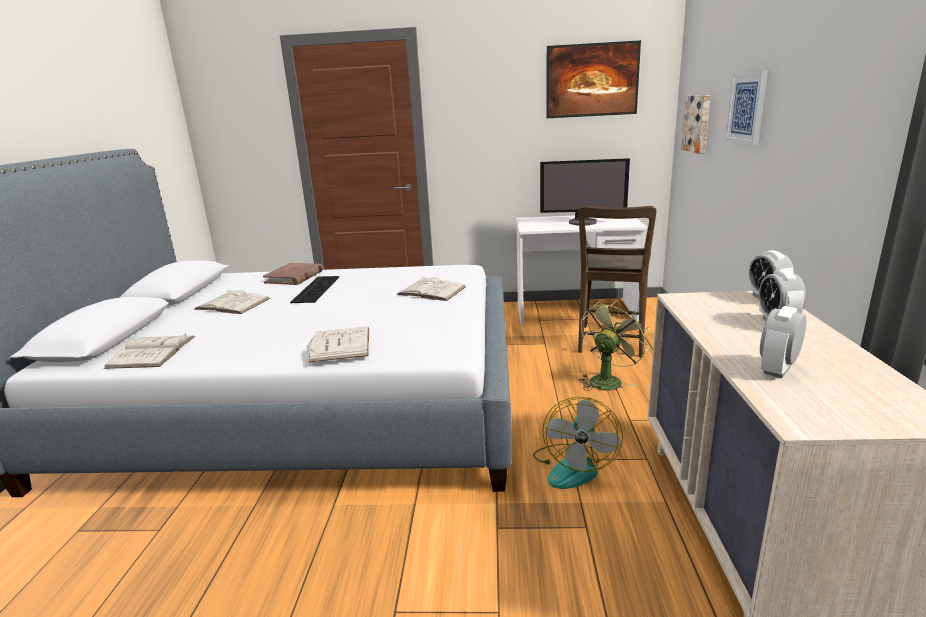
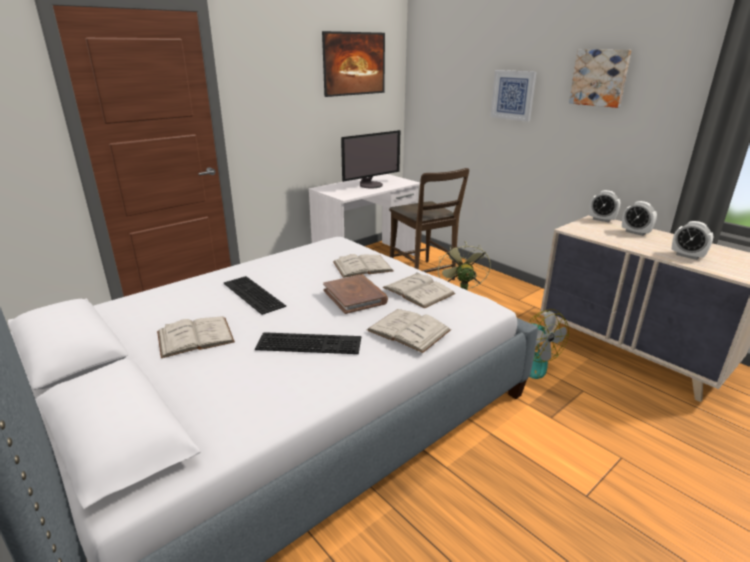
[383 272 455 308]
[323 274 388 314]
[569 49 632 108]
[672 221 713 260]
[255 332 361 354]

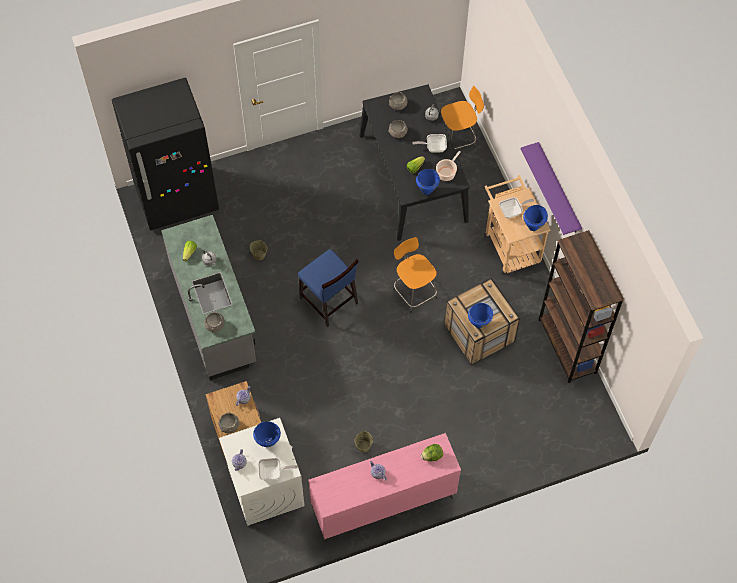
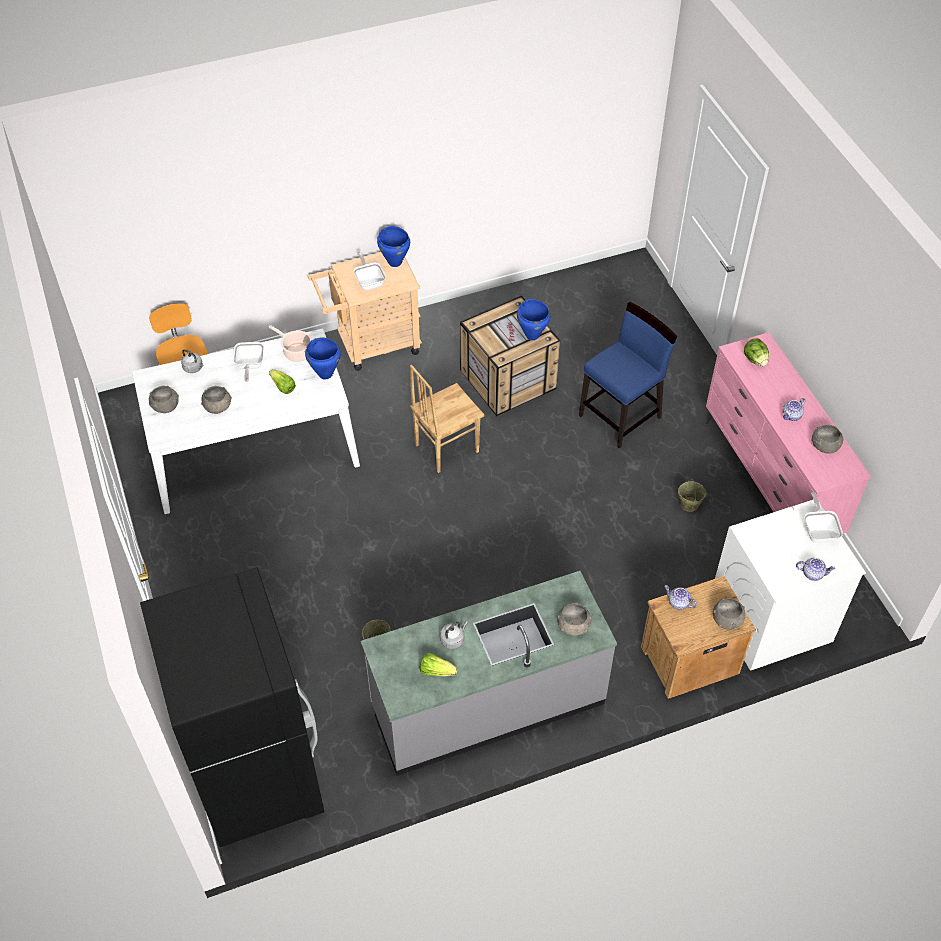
[253 421 281 447] (first image)
[579 302 677 448]
[132 329 360 514]
[410 365 484 473]
[521 142 582 235] (first image)
[539 230 624 383] (first image)
[811 425 844 454]

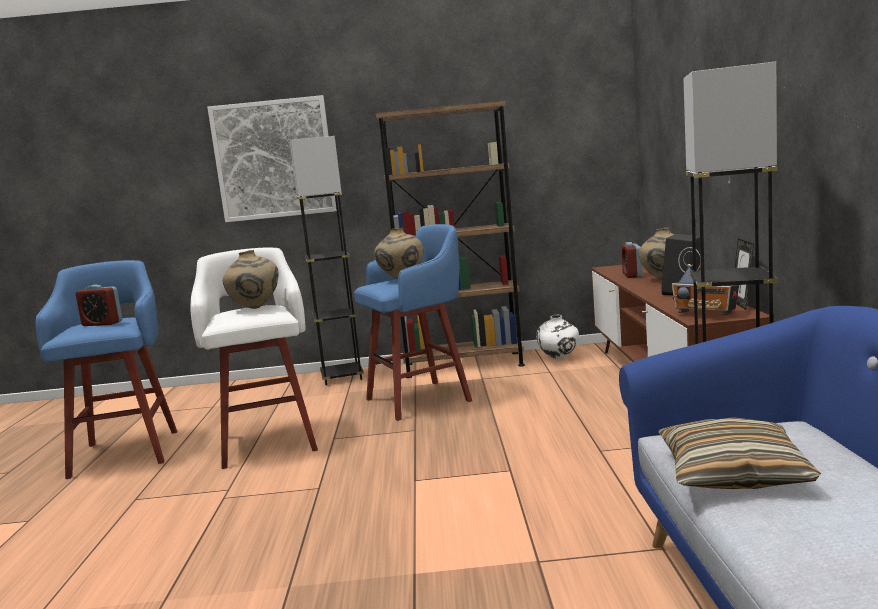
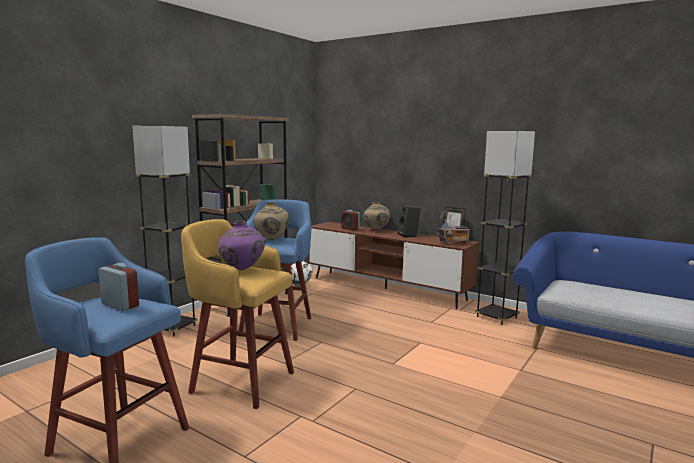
[98 263 139 311]
[181 219 294 409]
[207 95 337 222] (first image)
[218 221 265 270]
[658 417 821 489] (first image)

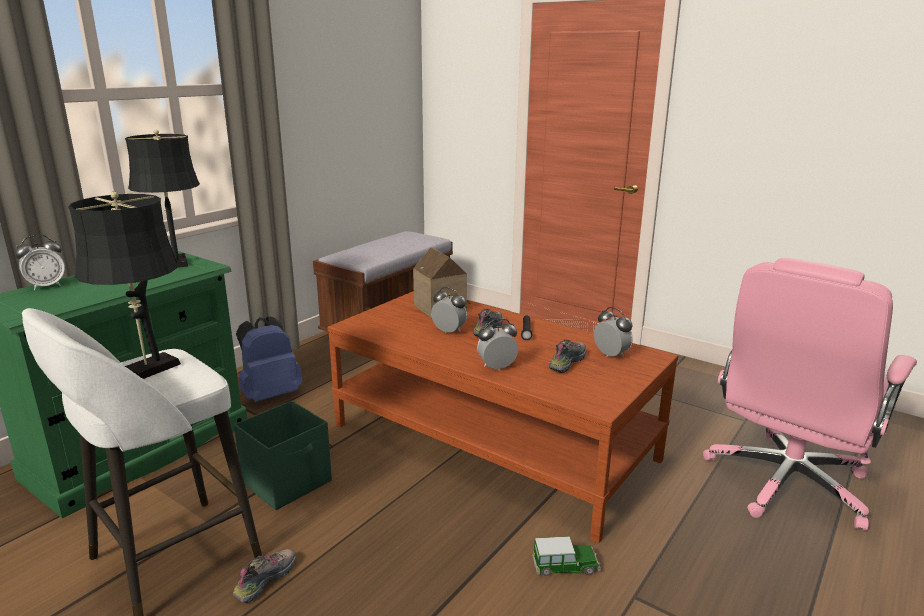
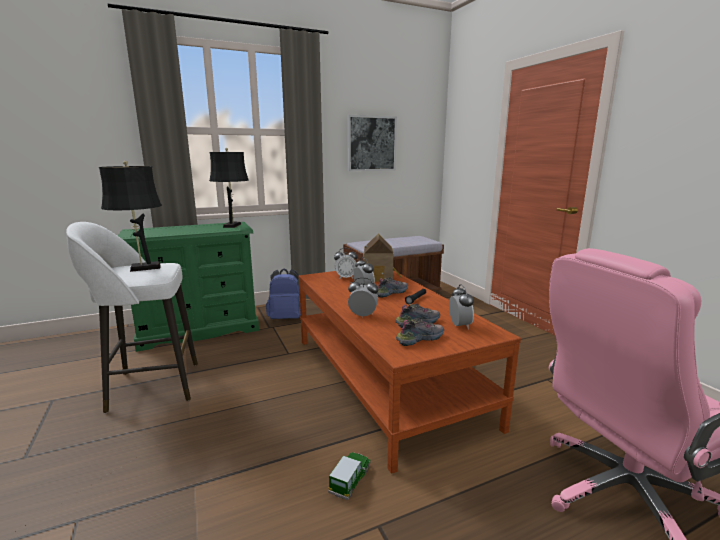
[334 248 357 279]
[396 318 444 346]
[234 401 332 510] (first image)
[328 452 370 500]
[347 115 397 171]

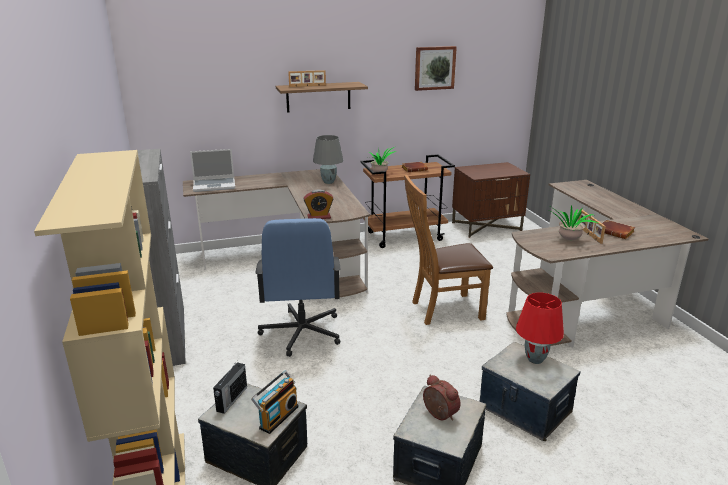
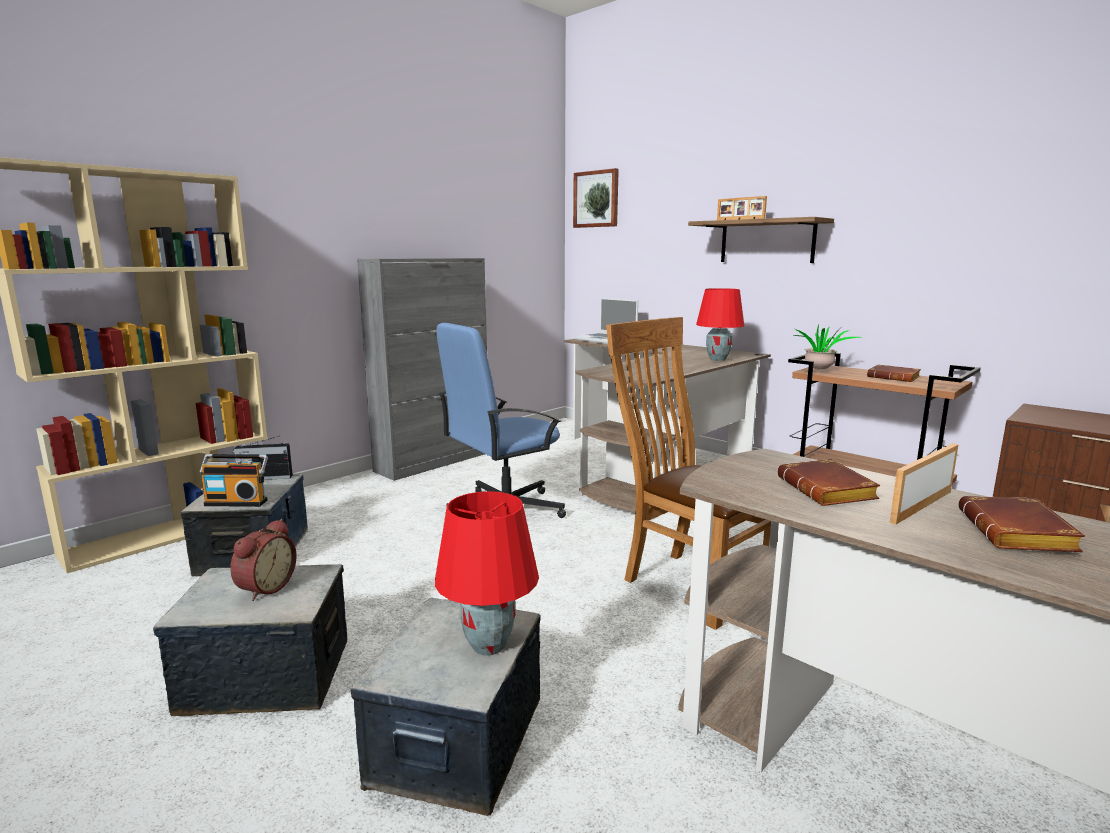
[304 189 333 219] (first image)
[696 288 744 361]
[573 168 619 228]
[778 459 880 506]

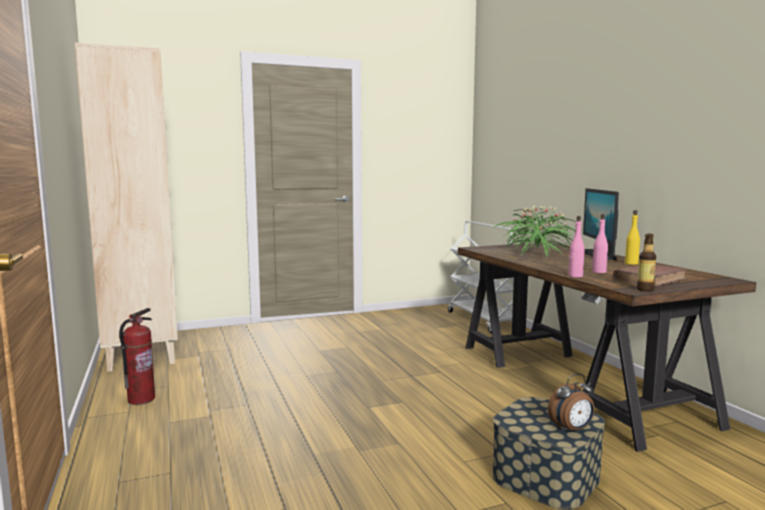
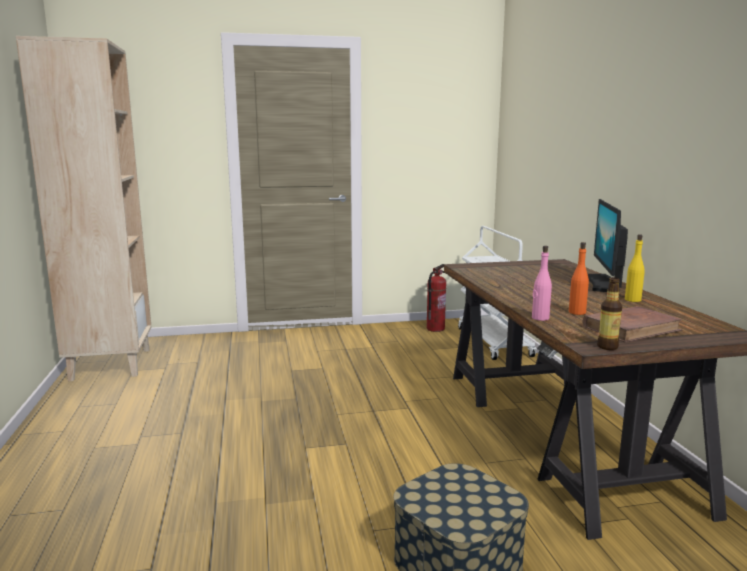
[427 264 446 332]
[494 206 576 257] (first image)
[548 374 595 432] (first image)
[569 242 589 315]

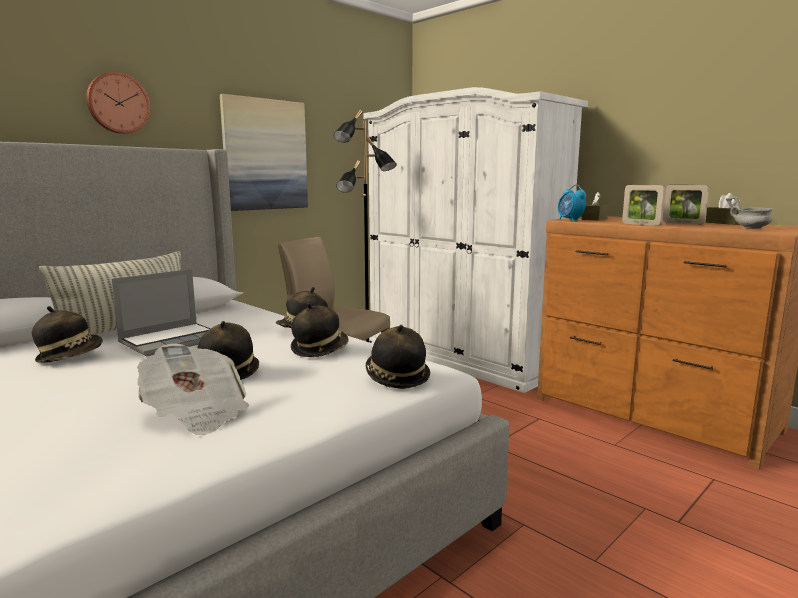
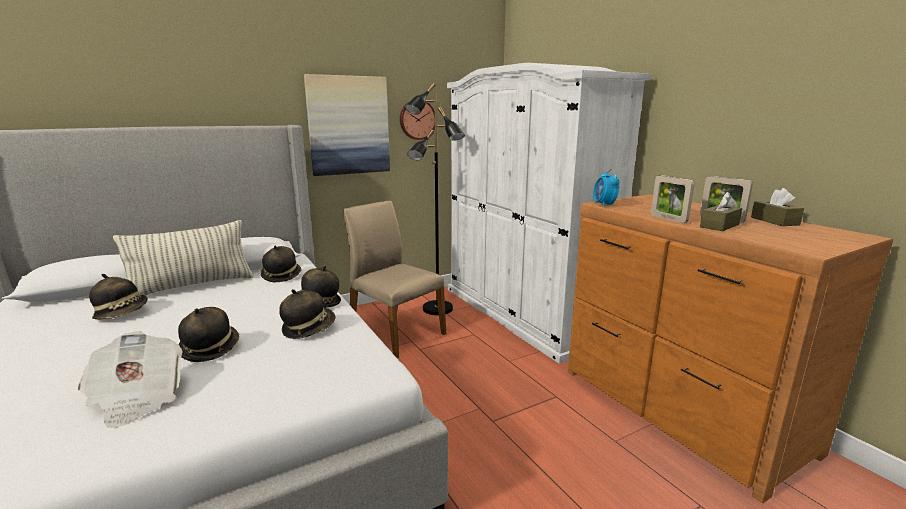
[400 101 435 140]
[111 269 211 356] (first image)
[261 246 301 282]
[700 192 742 231]
[726 196 773 229] (first image)

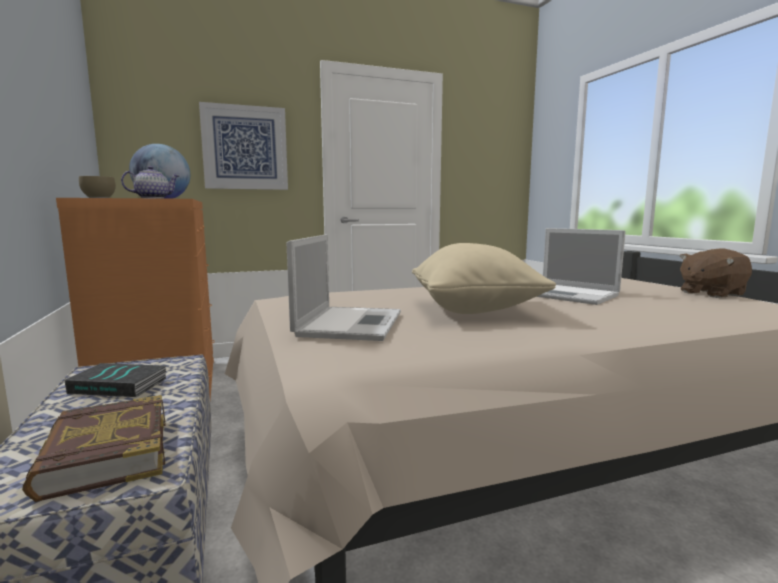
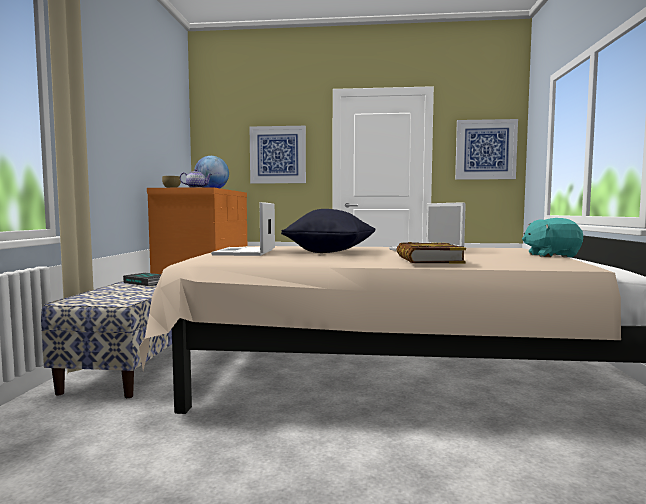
[396 242 466 263]
[211 202 275 256]
[281 209 376 253]
[522 218 583 257]
[455 119 518 180]

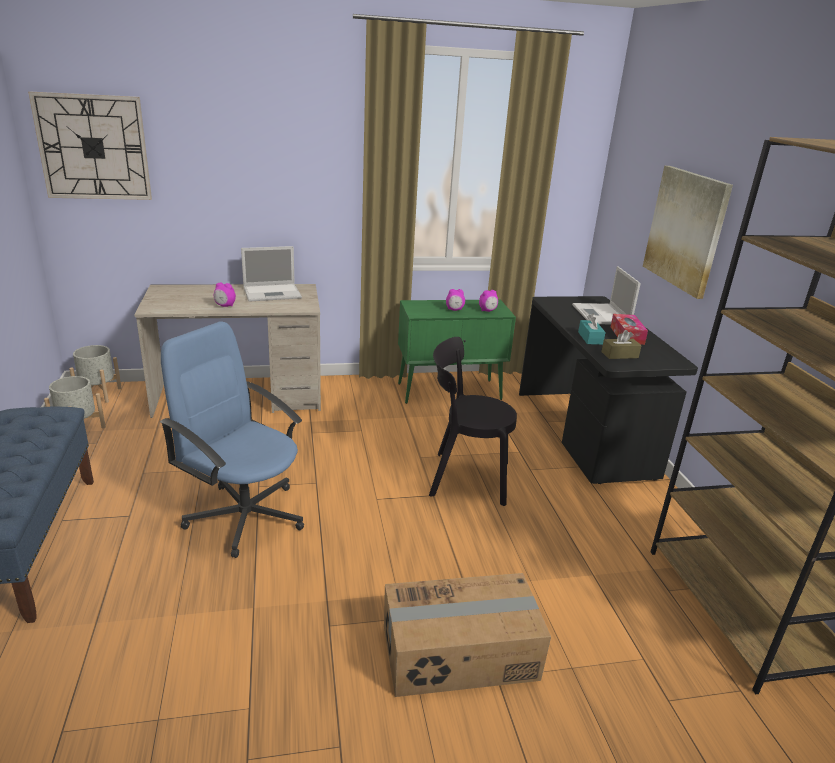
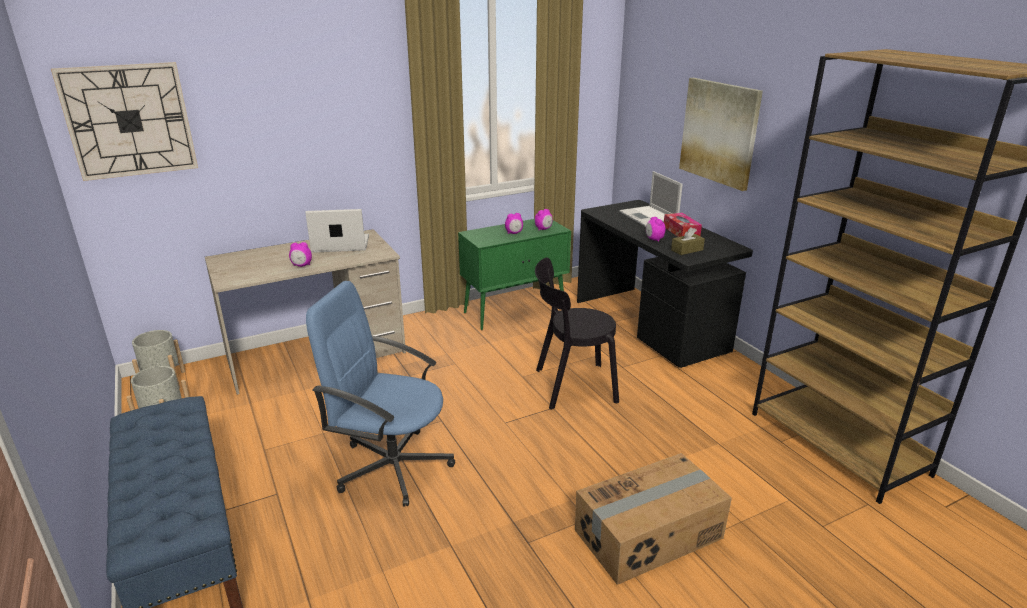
[305 209 369 253]
[646 217 665 242]

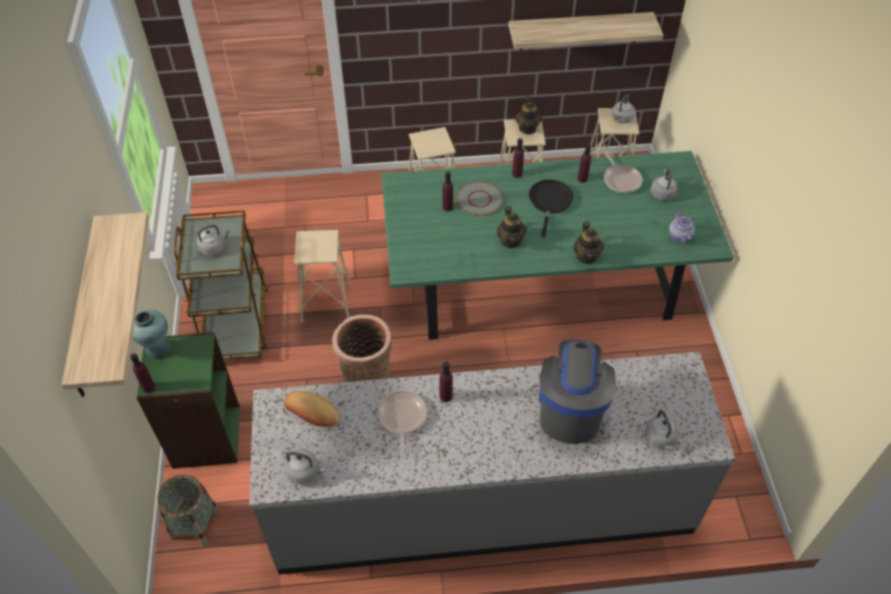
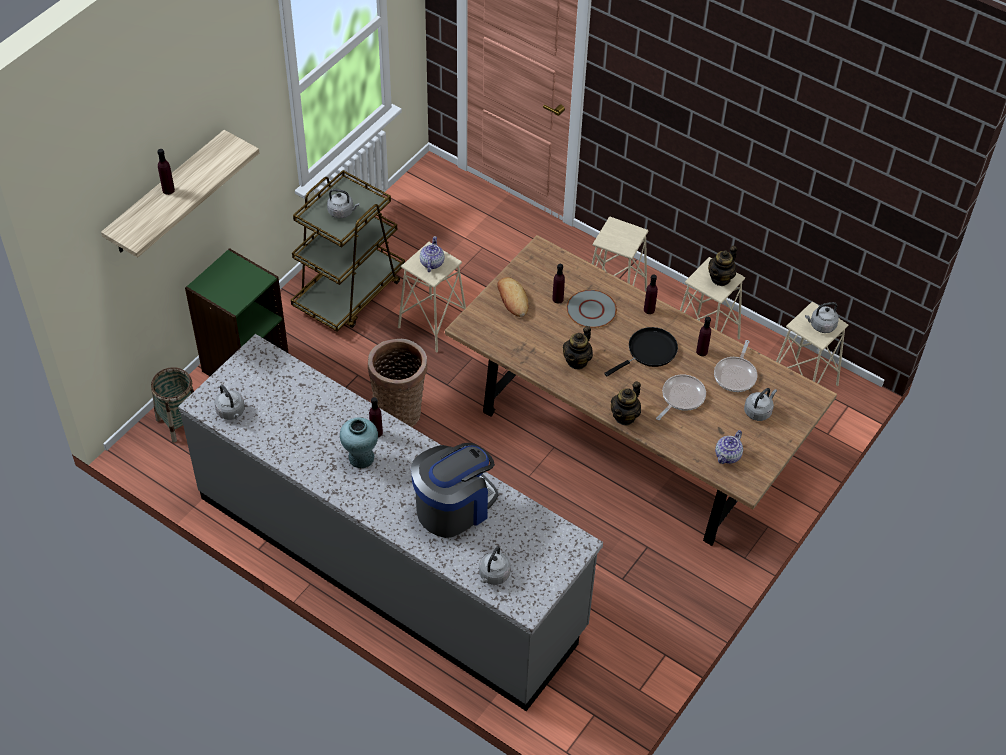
[157 149 175 195]
[340 418 378 468]
[497 277 529 317]
[656 374 706 420]
[445 235 837 546]
[508 12 663 50] (first image)
[420 236 444 272]

